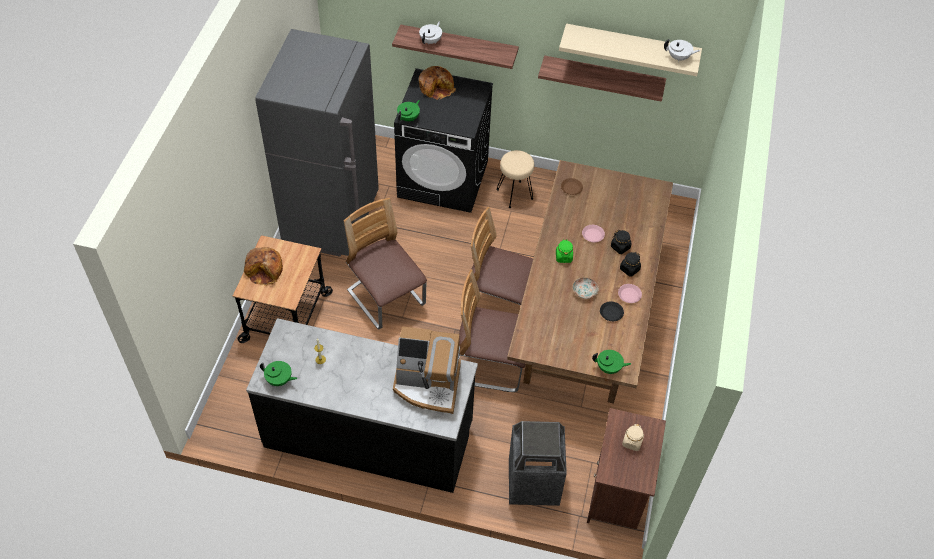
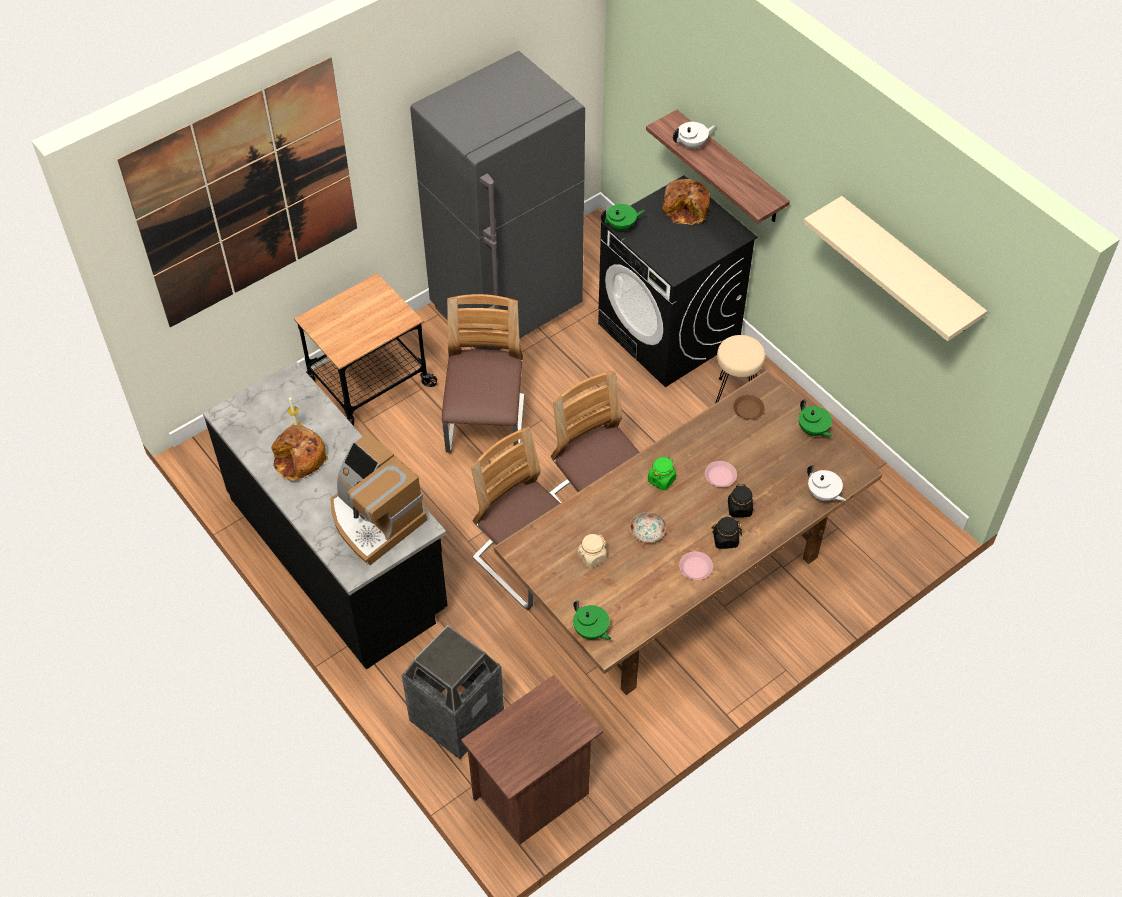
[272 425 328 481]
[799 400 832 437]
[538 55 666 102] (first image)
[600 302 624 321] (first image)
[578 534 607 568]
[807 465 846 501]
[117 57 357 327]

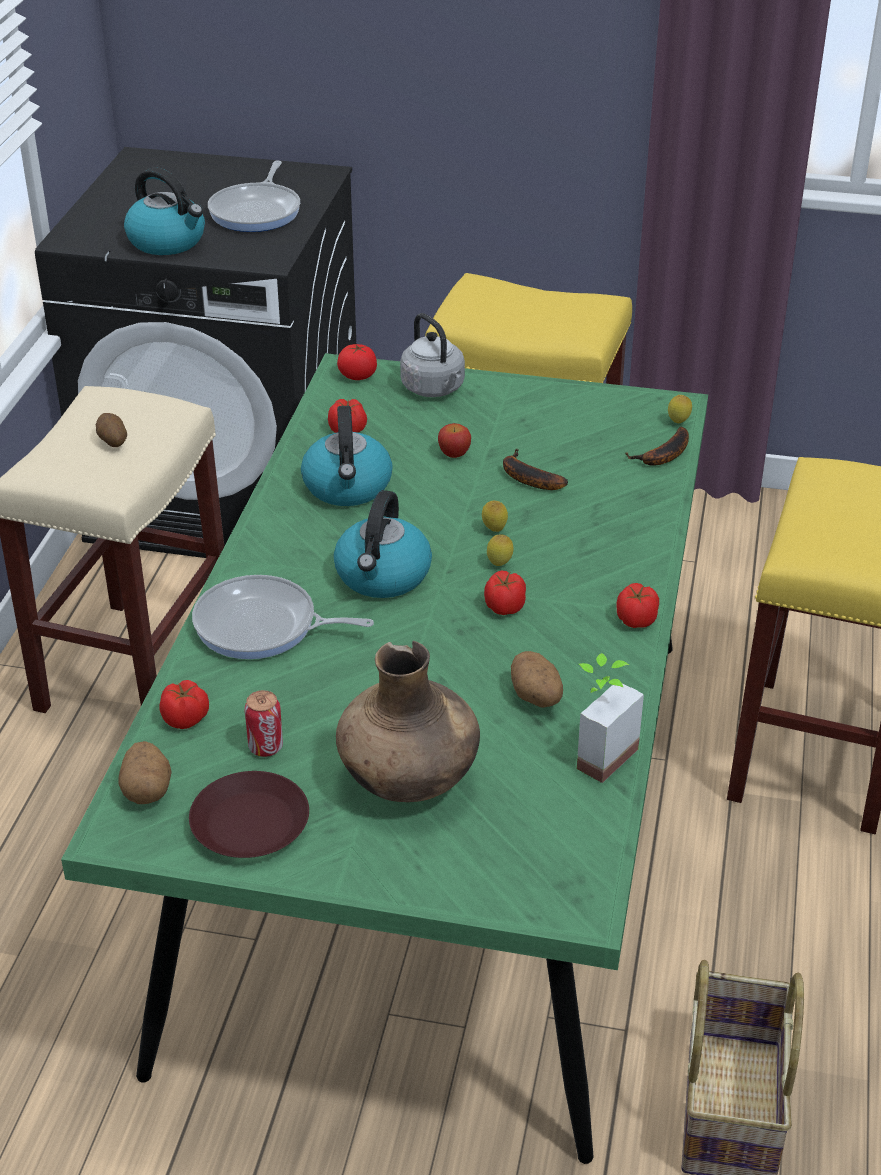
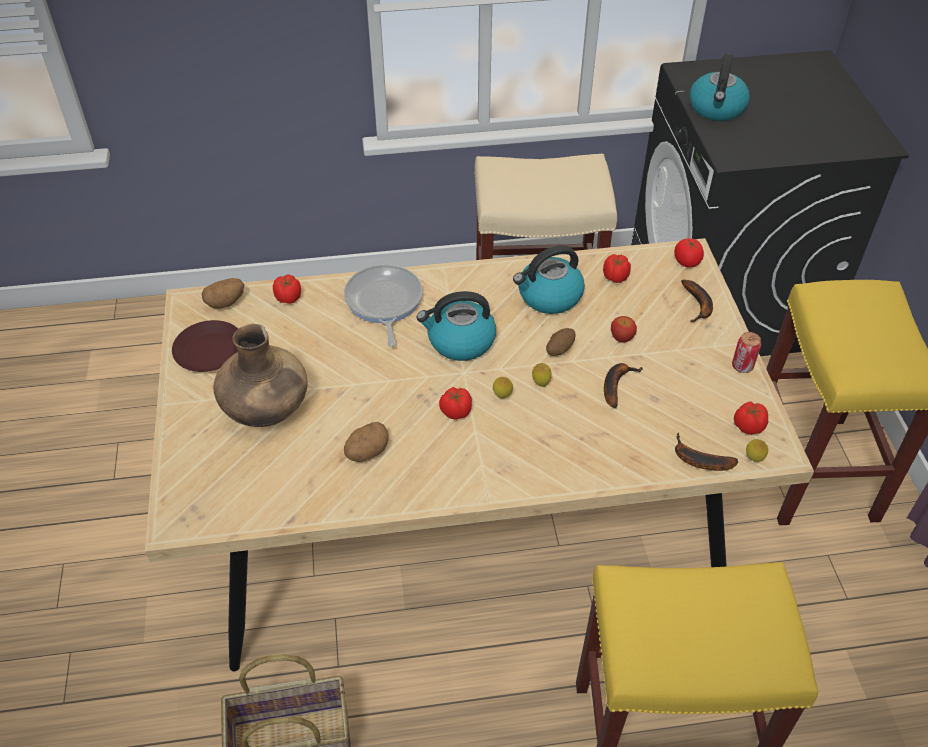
[145 238 814 671]
[546 328 575 356]
[208 161 300 232] (first image)
[732 332 761 373]
[681 280 713 322]
[577 653 644 783] (first image)
[734 401 768 435]

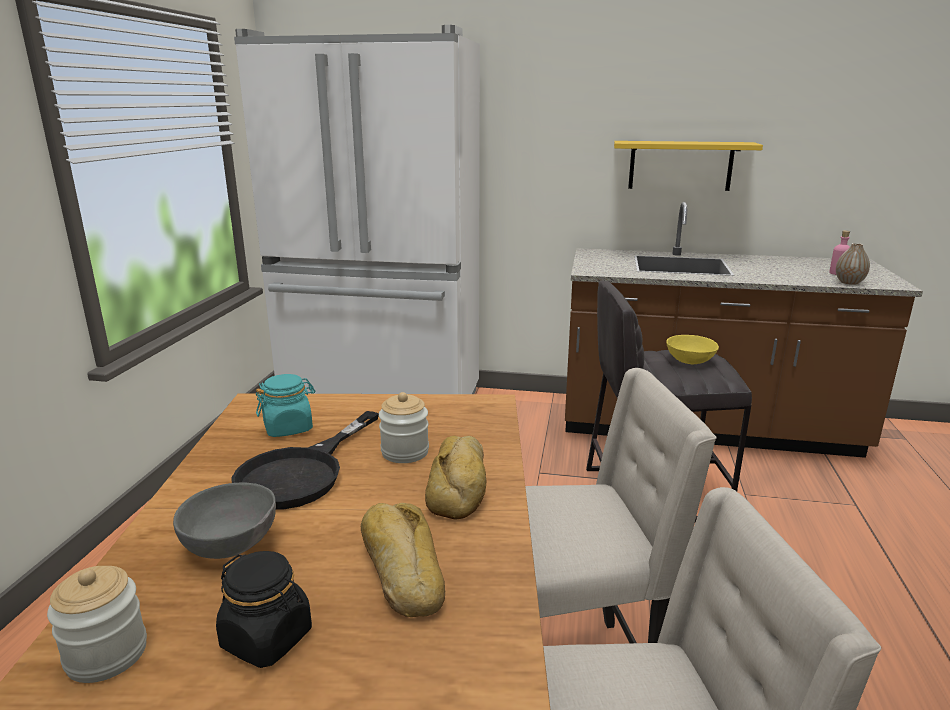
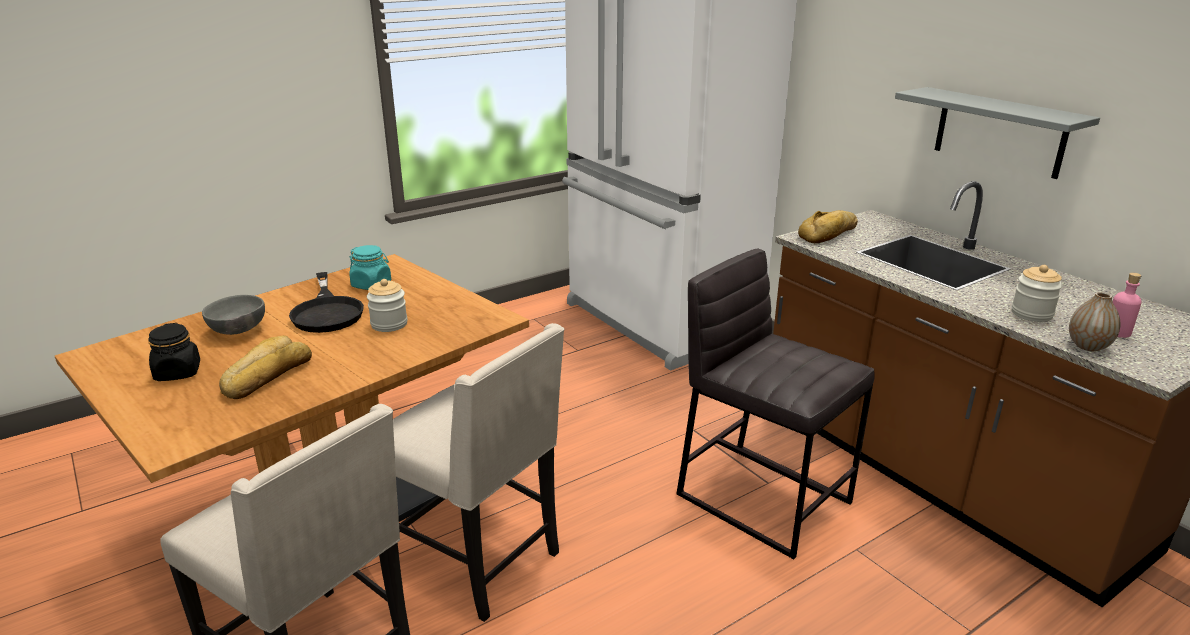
[1011 265 1063 322]
[289 272 364 333]
[798 210 858 243]
[895 87 1100 179]
[666 335 719 364] (first image)

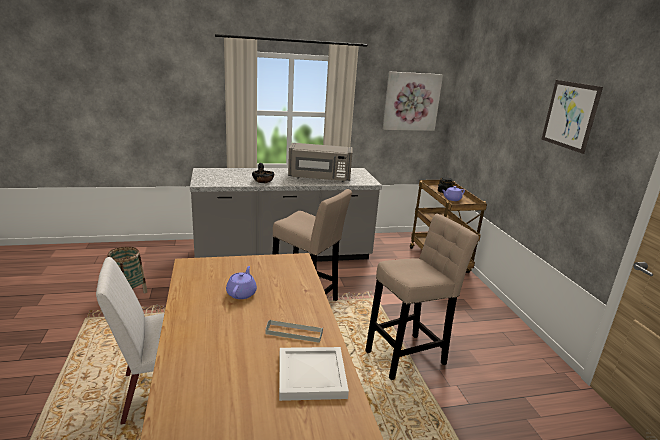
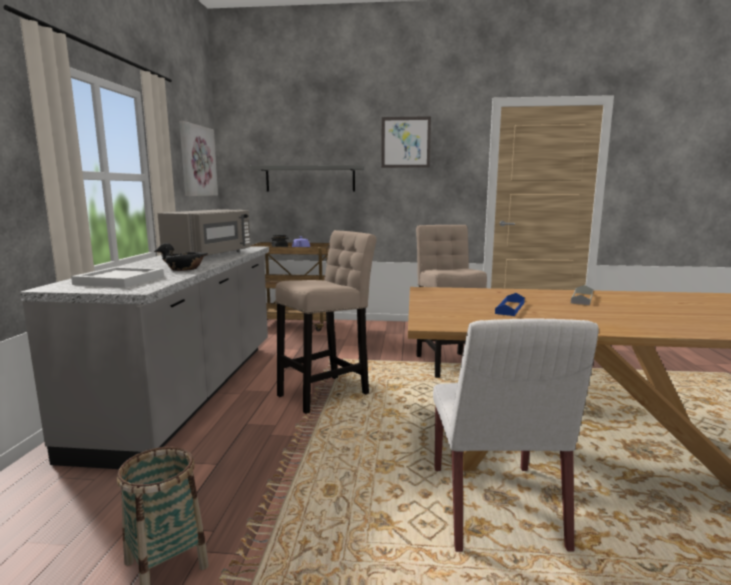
[495 293 525 316]
[71 267 164 288]
[250 165 364 192]

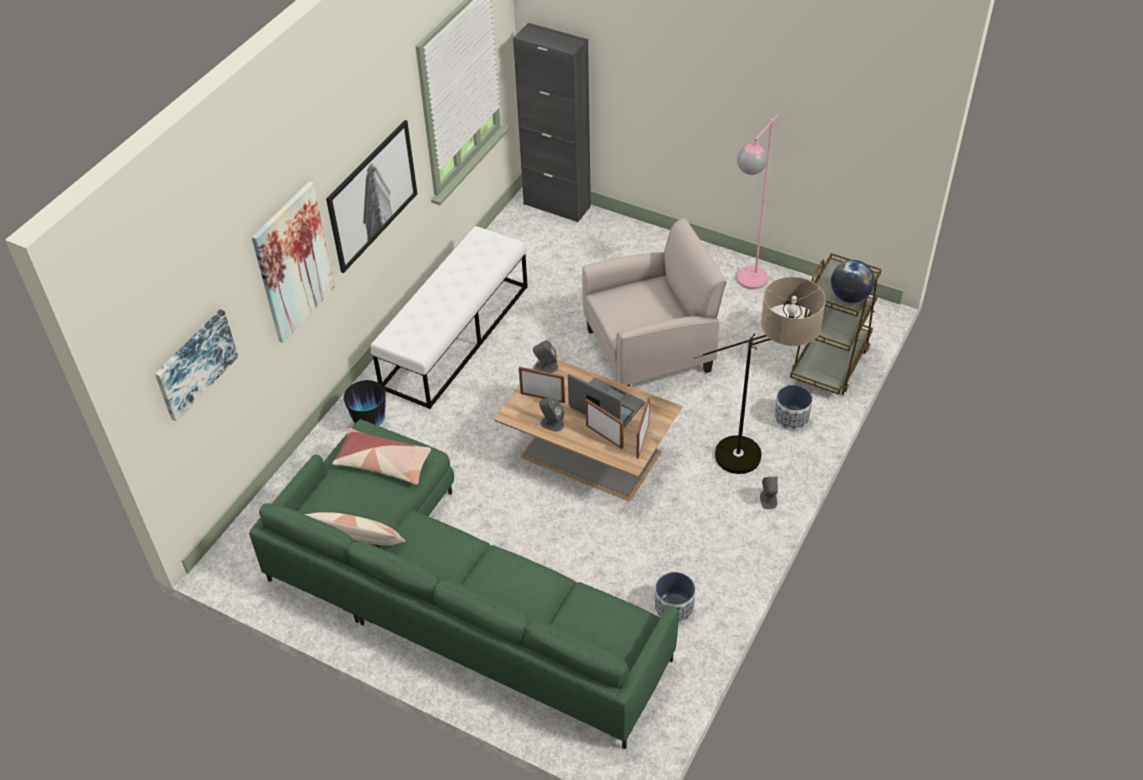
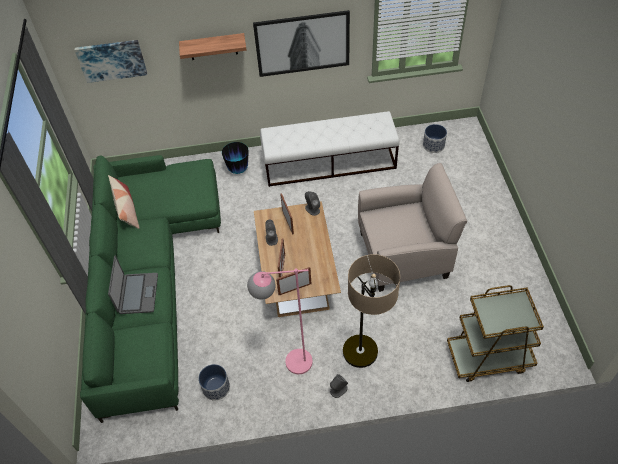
[179 33 247 60]
[332 428 431 485] (first image)
[513 23 591 223] (first image)
[108 255 158 314]
[358 163 467 292]
[247 268 313 374]
[423 124 447 153]
[831 260 875 303] (first image)

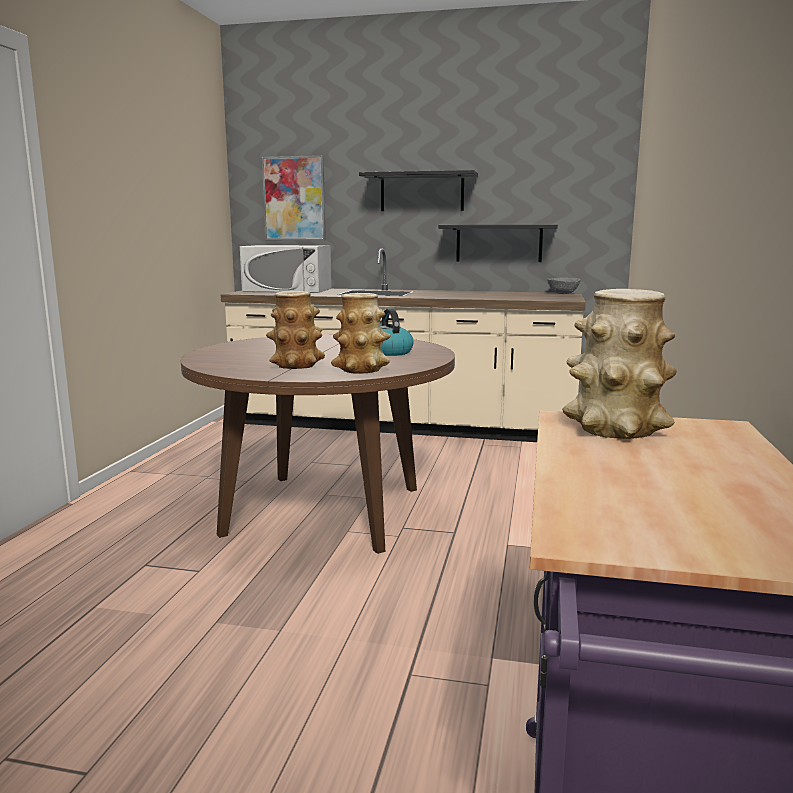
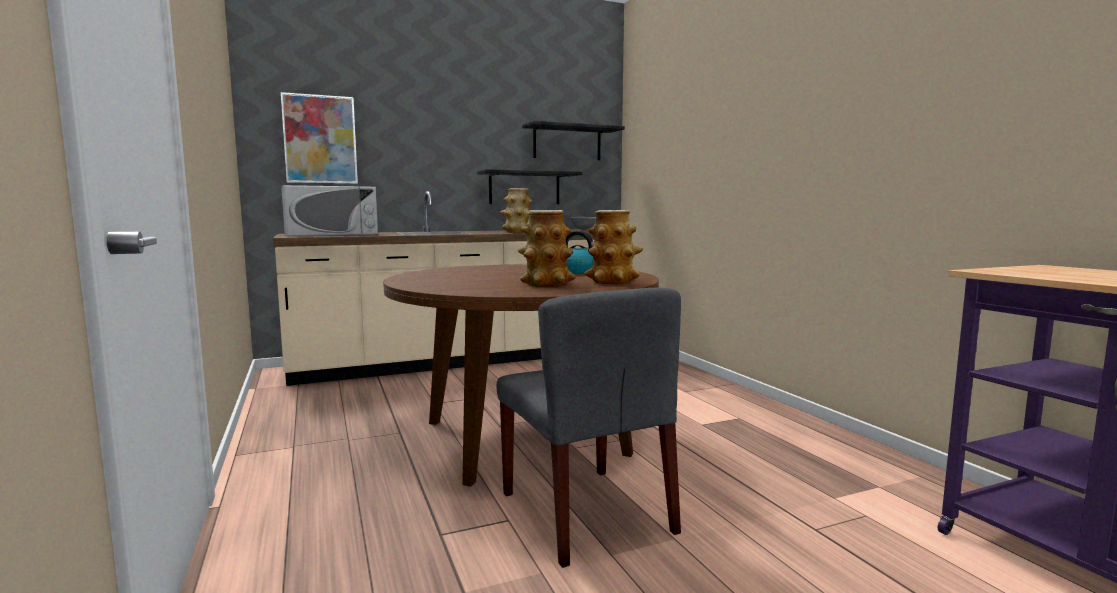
[522 121 625 160]
[500 188 533 233]
[497 288 681 568]

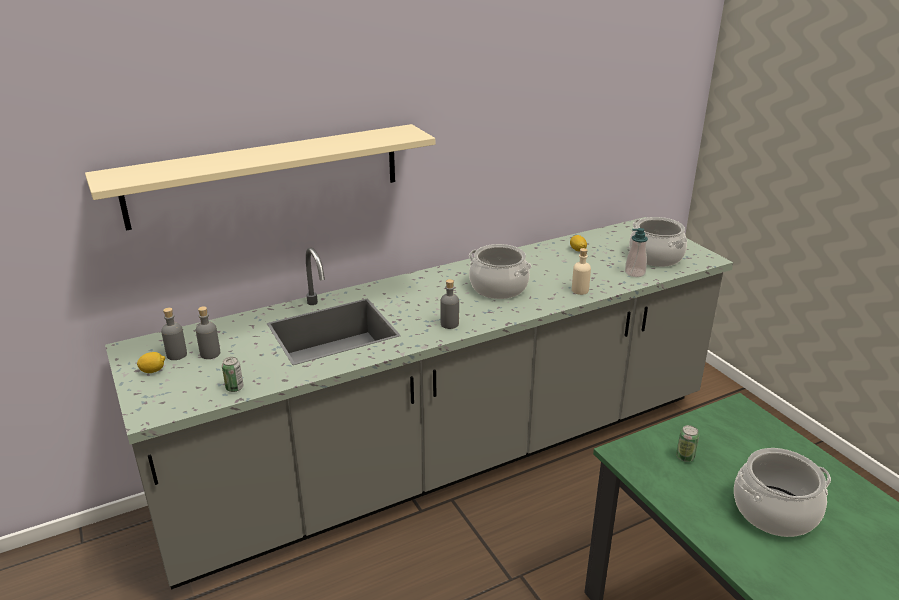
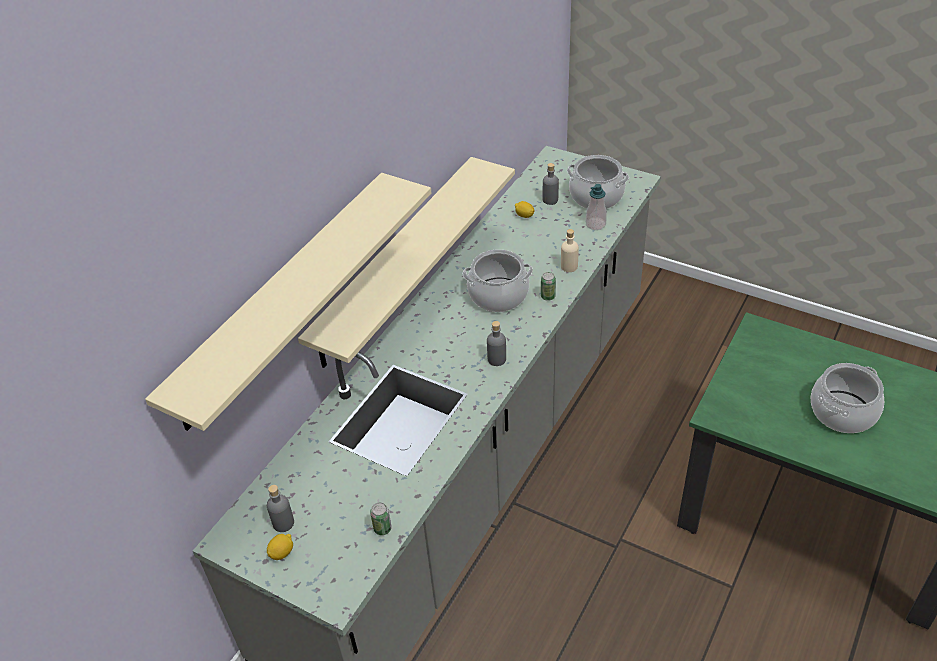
[543 163 559 205]
[541 272 556 301]
[298 157 515 368]

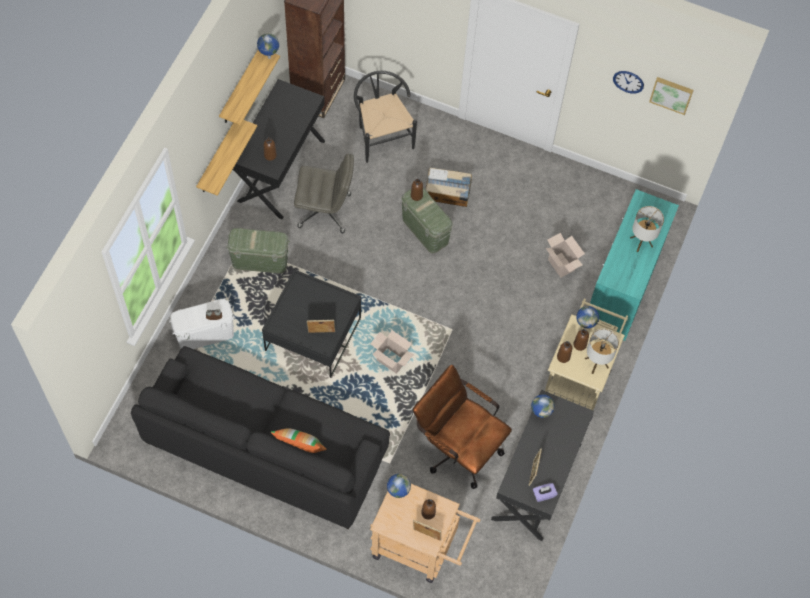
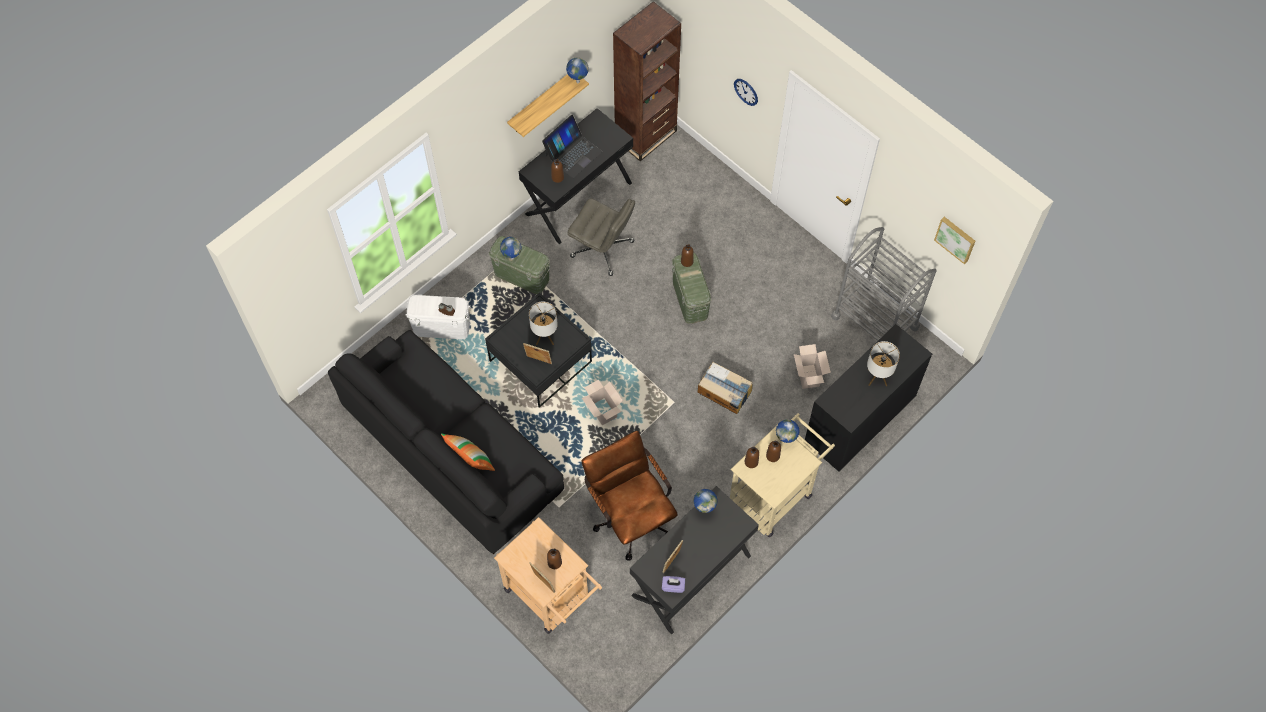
[196 120 257 196] (first image)
[354 71 417 163] (first image)
[500 237 522 260]
[698 362 753 414]
[529 302 558 345]
[805 324 932 472]
[734 79 758 106]
[542 115 602 178]
[831 227 937 341]

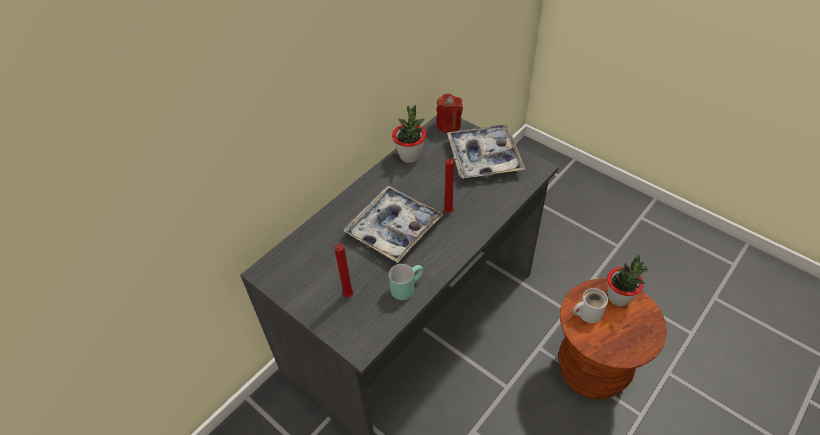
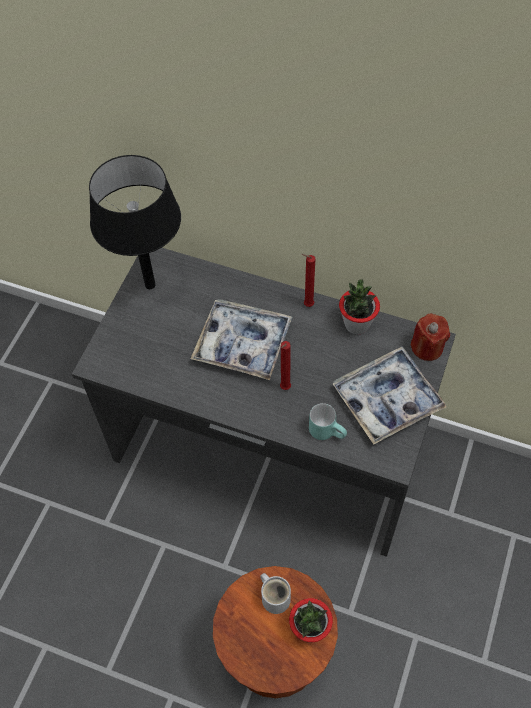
[301 254 316 307]
[309 403 347 440]
[89 155 181 289]

